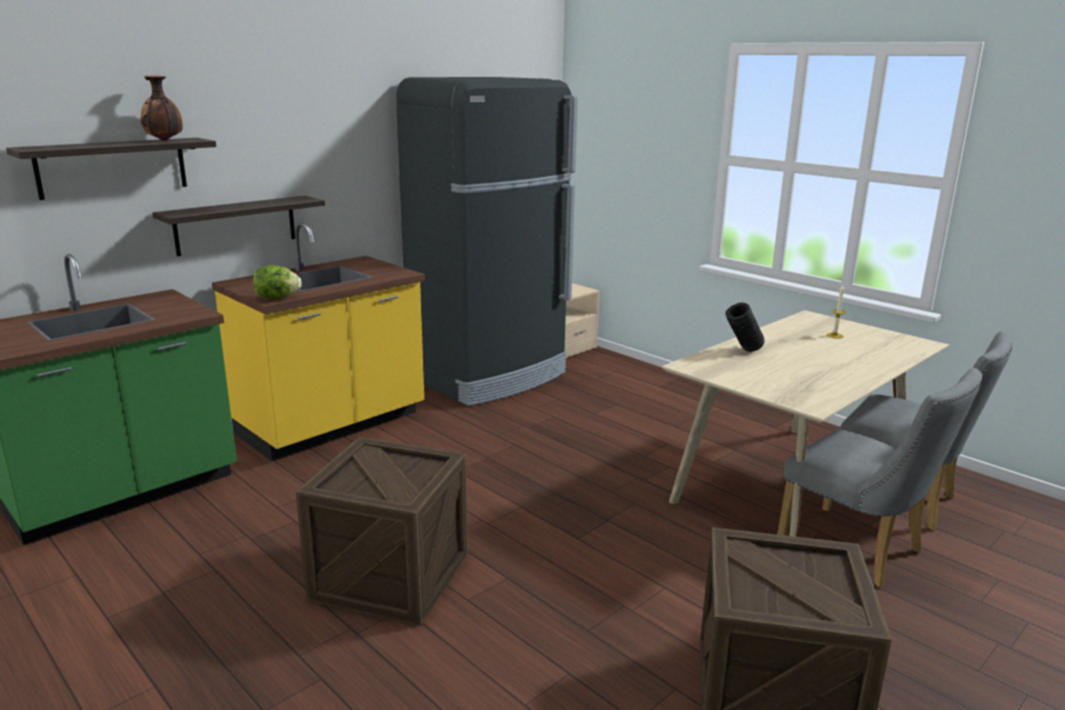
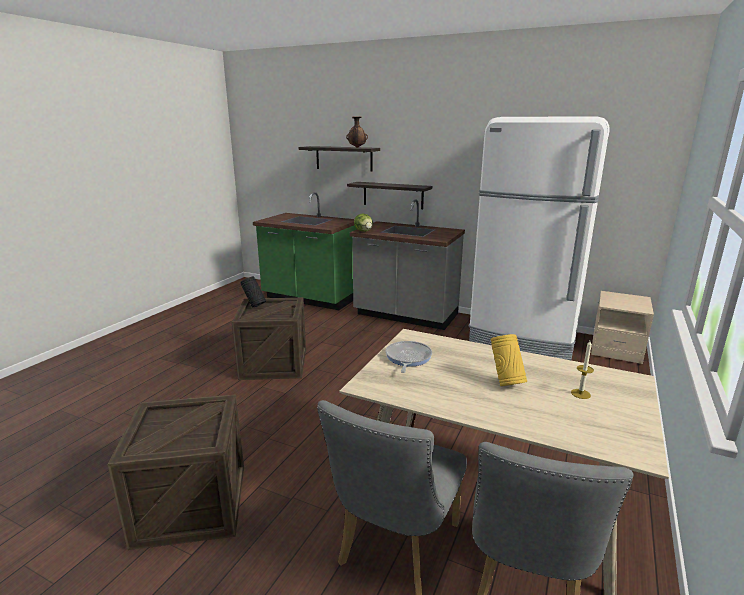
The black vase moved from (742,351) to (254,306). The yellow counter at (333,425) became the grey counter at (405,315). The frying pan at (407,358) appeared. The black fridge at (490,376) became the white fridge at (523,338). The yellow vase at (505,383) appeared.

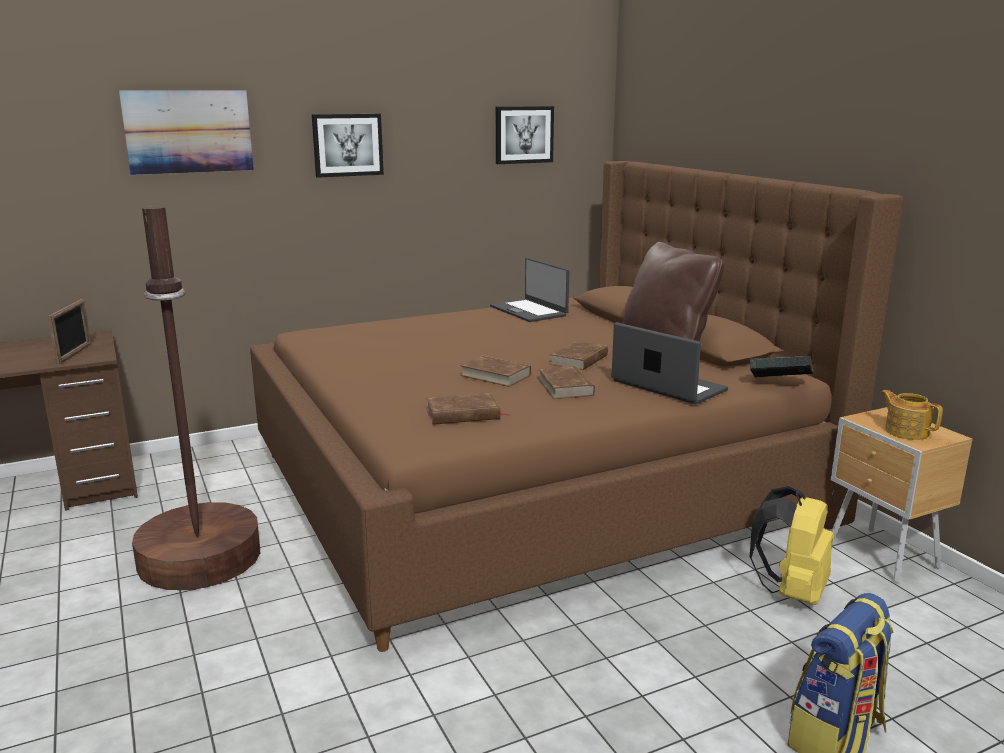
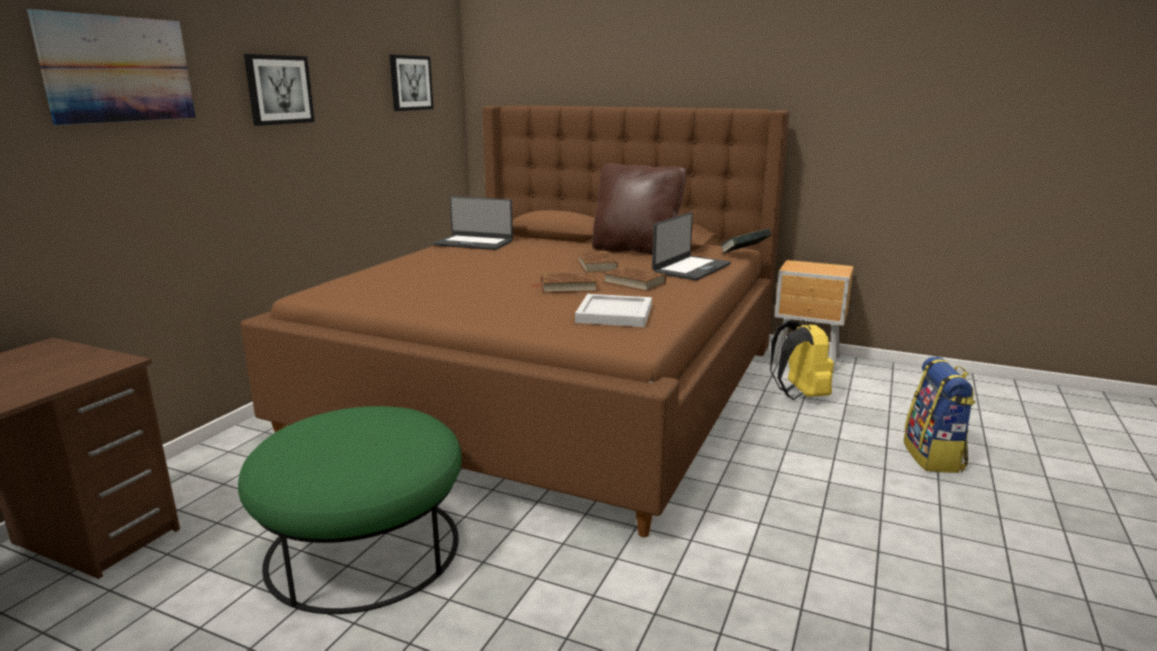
The brown floor lamp at (200,558) was replaced by the green ottoman at (364,548). The brown book at (463,414) was replaced by the white tray at (615,314). The laptop at (667,386) turned 120 degrees clockwise. The picture frame at (74,354) disappeared. The teapot at (906,431) disappeared.

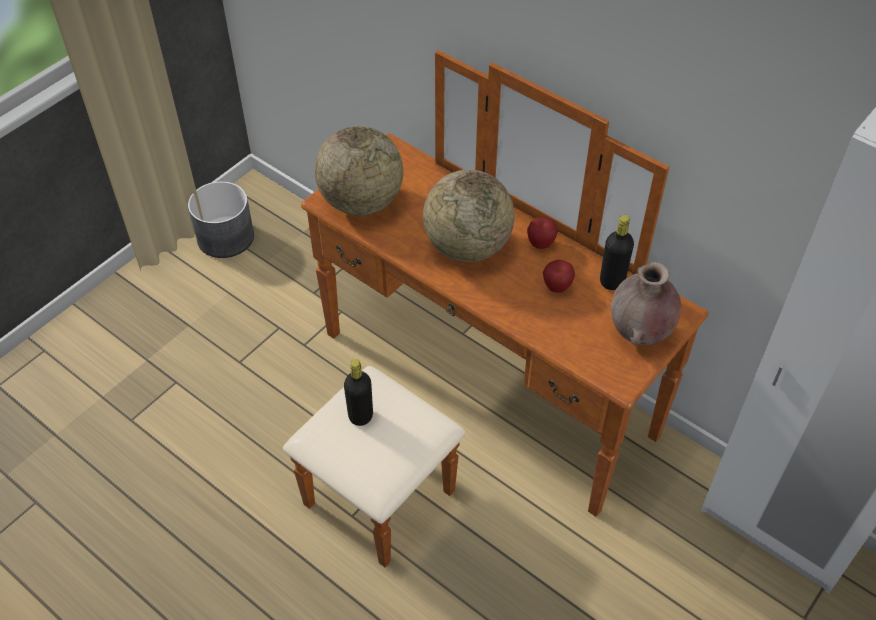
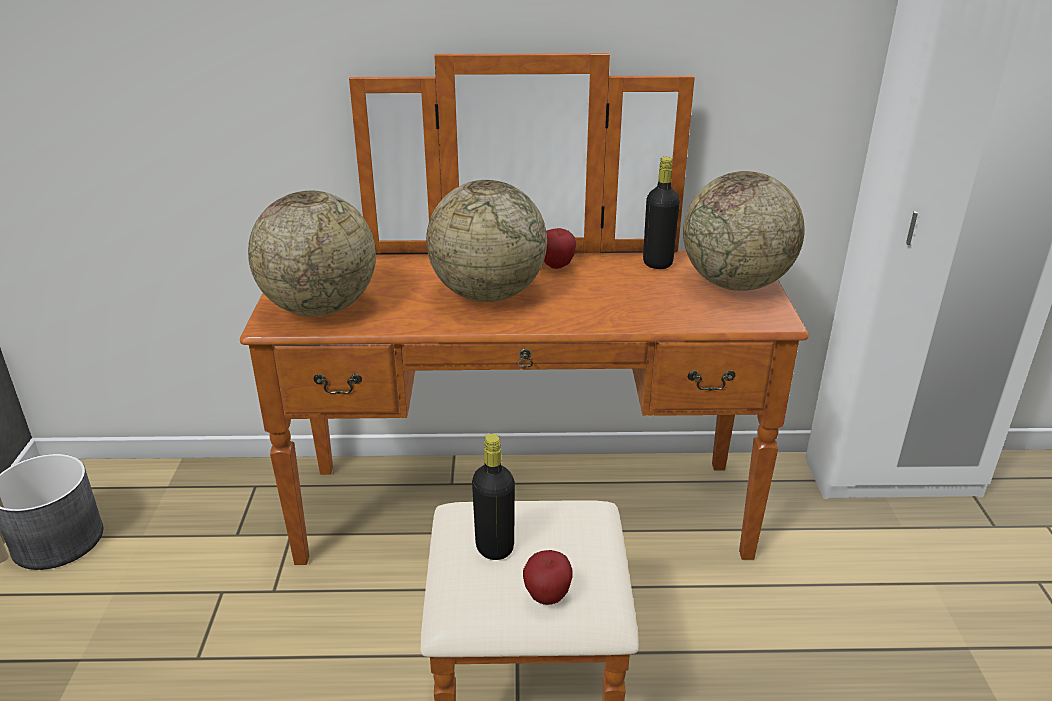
The apple moved from (557,287) to (547,597). The brown vase at (640,334) was replaced by the globe at (736,284).

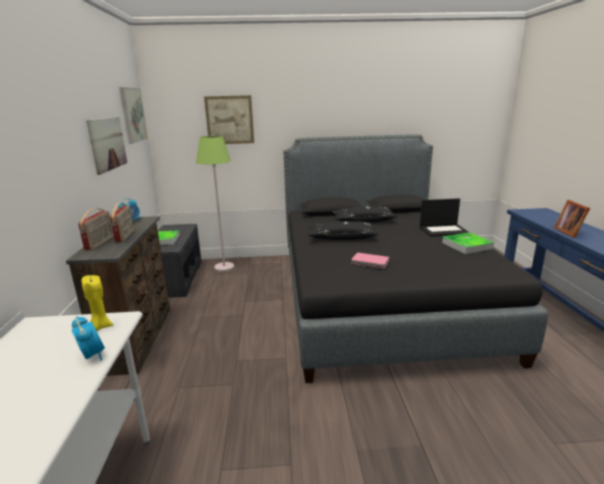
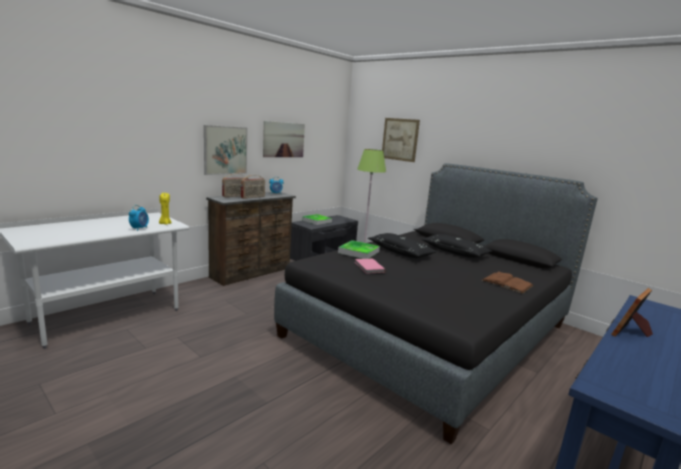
The picture moved from (133,115) to (225,150). The tray moved from (467,245) to (358,252). The laptop at (444,230) was replaced by the brown book at (507,283).

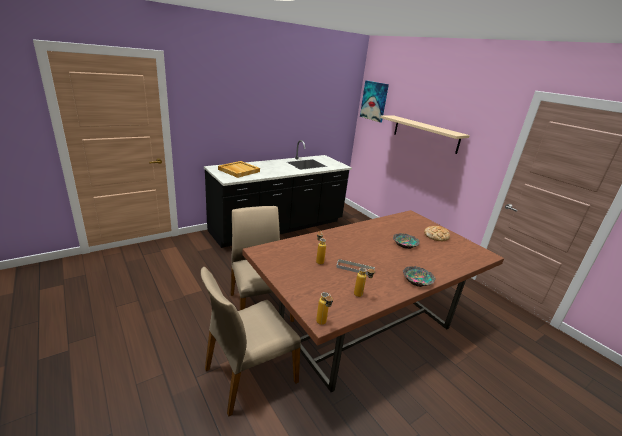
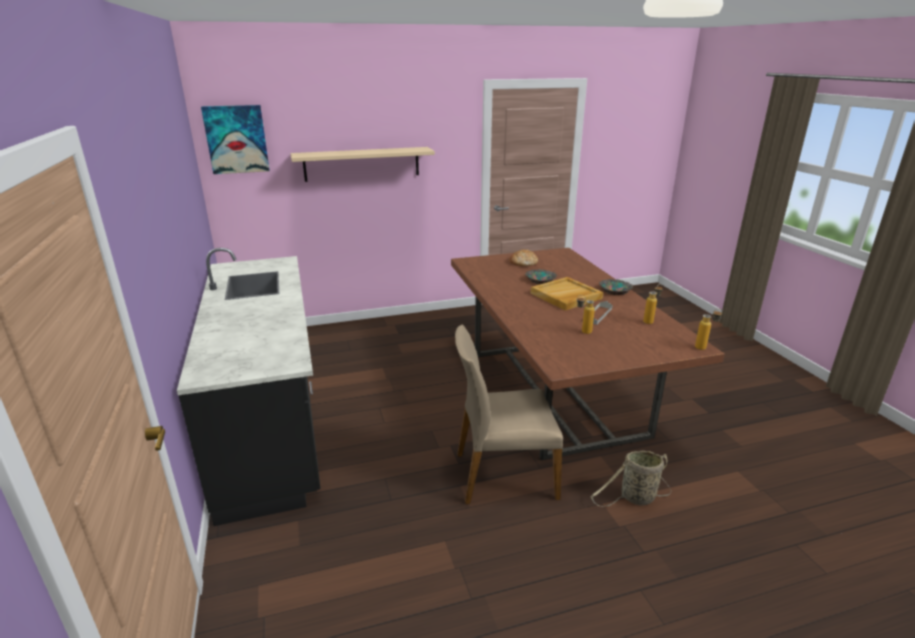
The beige tray moved from (238,170) to (566,296). The beige chair at (249,375) was replaced by the basket at (635,498).

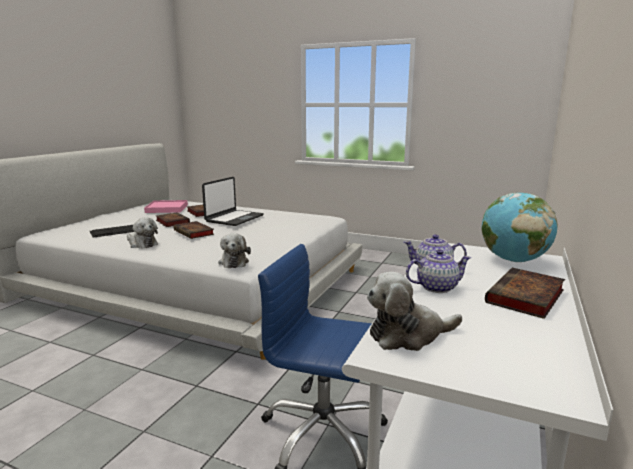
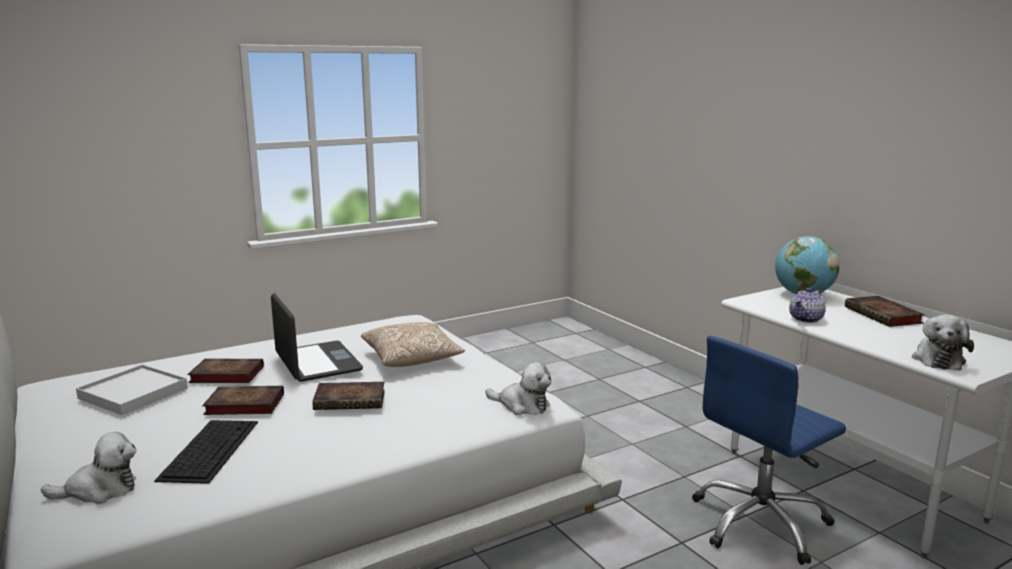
The plush toy moved from (142,244) to (99,490). The pink tray at (167,208) became the white tray at (133,393). The pillow at (412,359) appeared. The teapot at (436,287) disappeared.

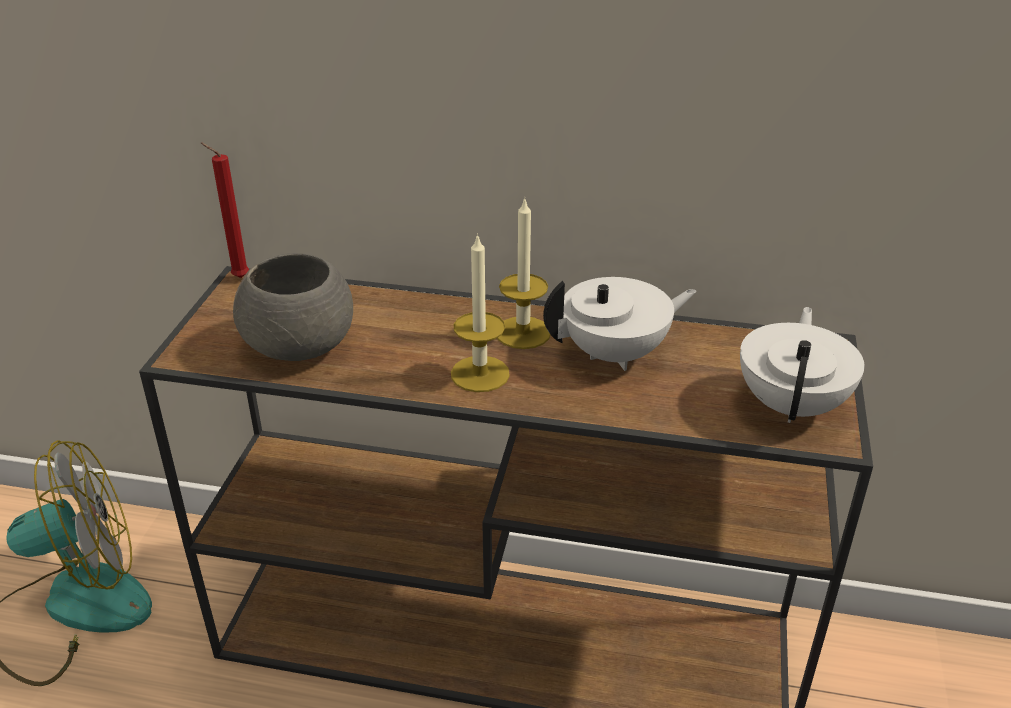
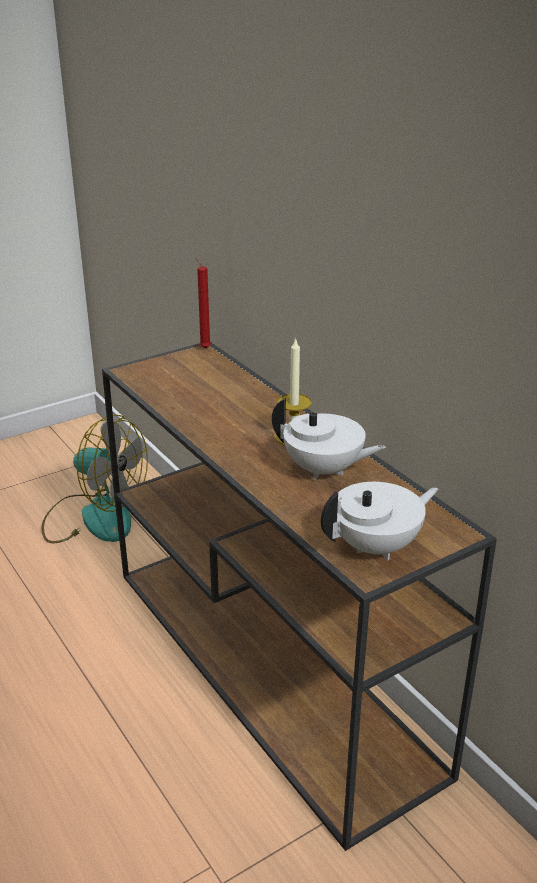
The grey bowl at (300,346) disappeared. The candle at (480,374) disappeared.

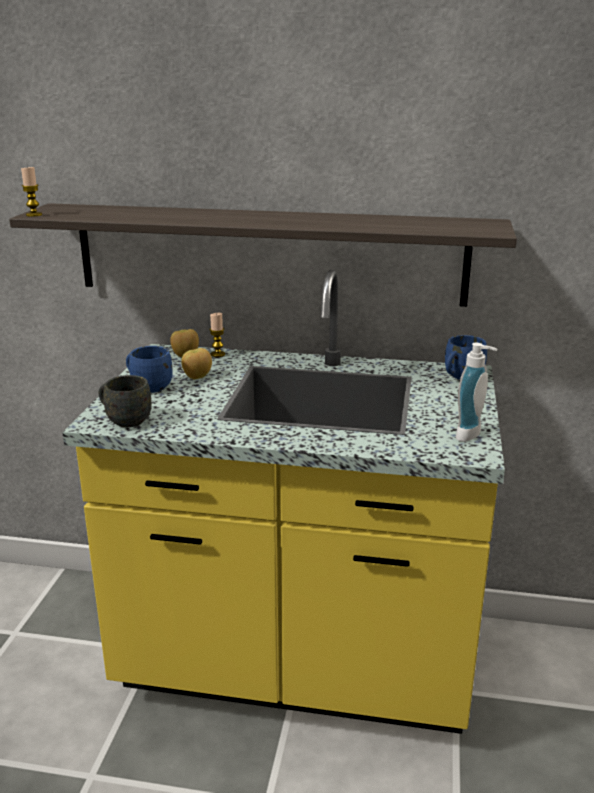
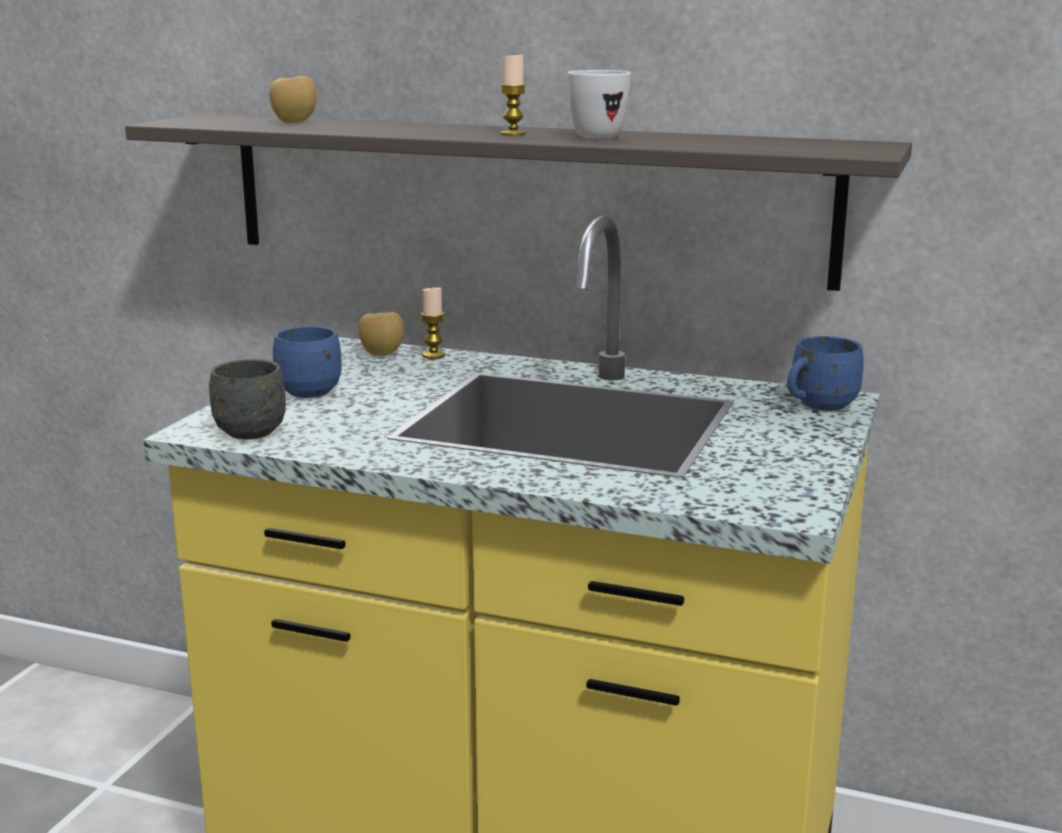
The apple moved from (197,377) to (294,123). The candle moved from (34,215) to (513,134). The white mug at (592,136) appeared. The soap dispenser at (472,435) disappeared.

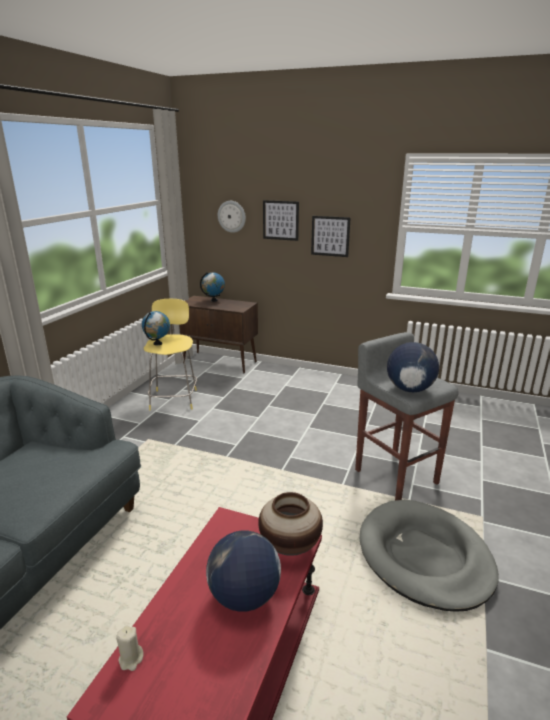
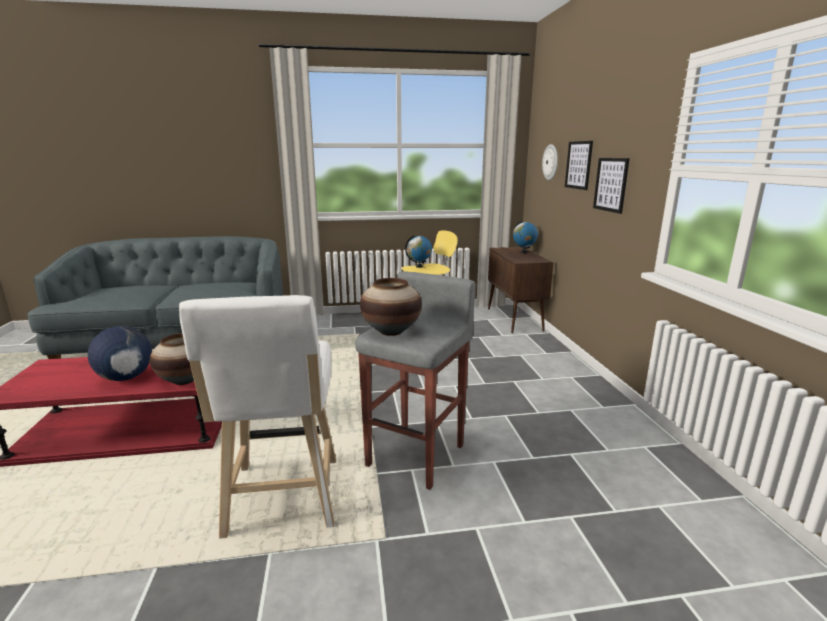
The grey dog bed at (424,557) was replaced by the white stool at (282,501). The globe at (409,389) was replaced by the vase at (391,331). The beige candle at (131,659) disappeared.

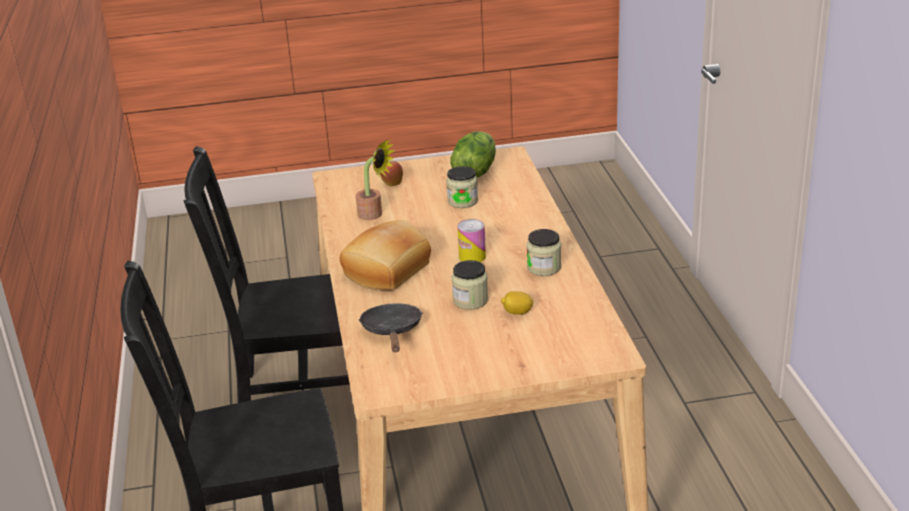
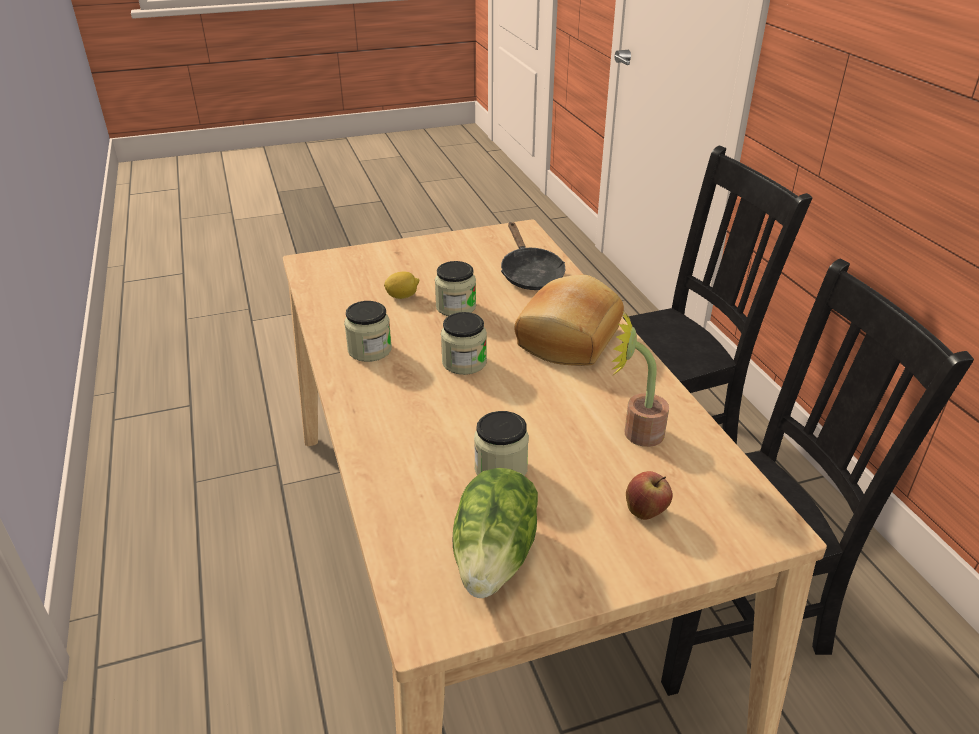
The can at (472,257) was replaced by the jar at (464,362).

